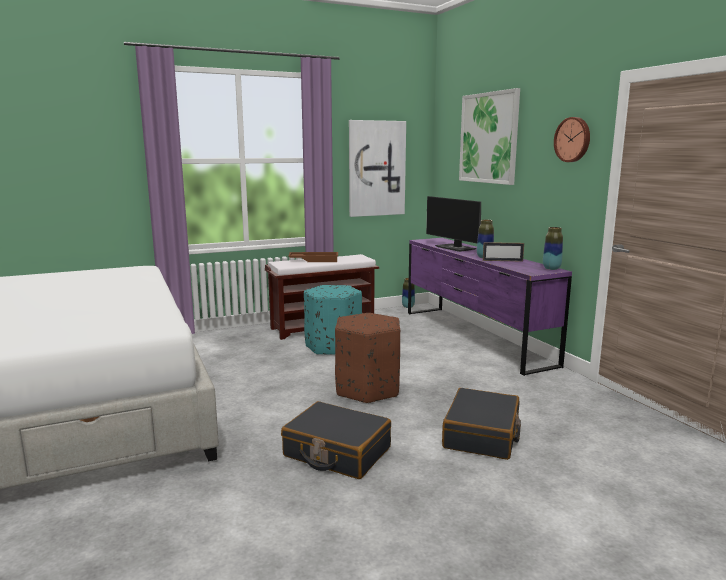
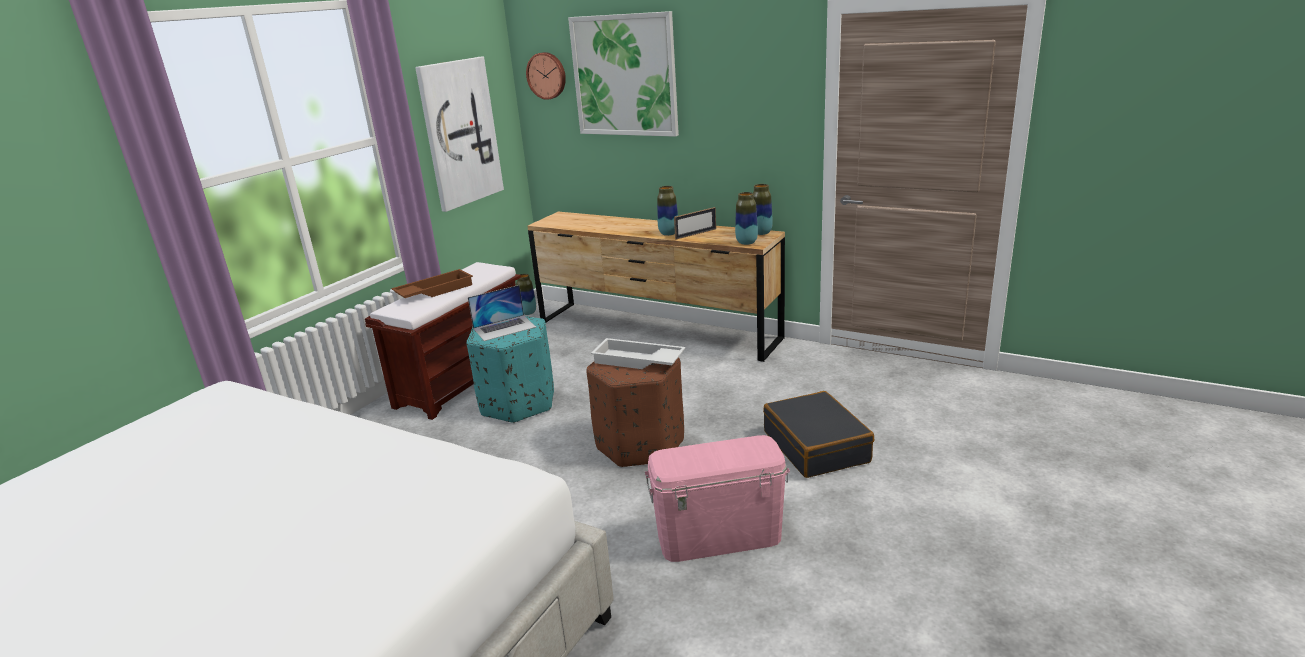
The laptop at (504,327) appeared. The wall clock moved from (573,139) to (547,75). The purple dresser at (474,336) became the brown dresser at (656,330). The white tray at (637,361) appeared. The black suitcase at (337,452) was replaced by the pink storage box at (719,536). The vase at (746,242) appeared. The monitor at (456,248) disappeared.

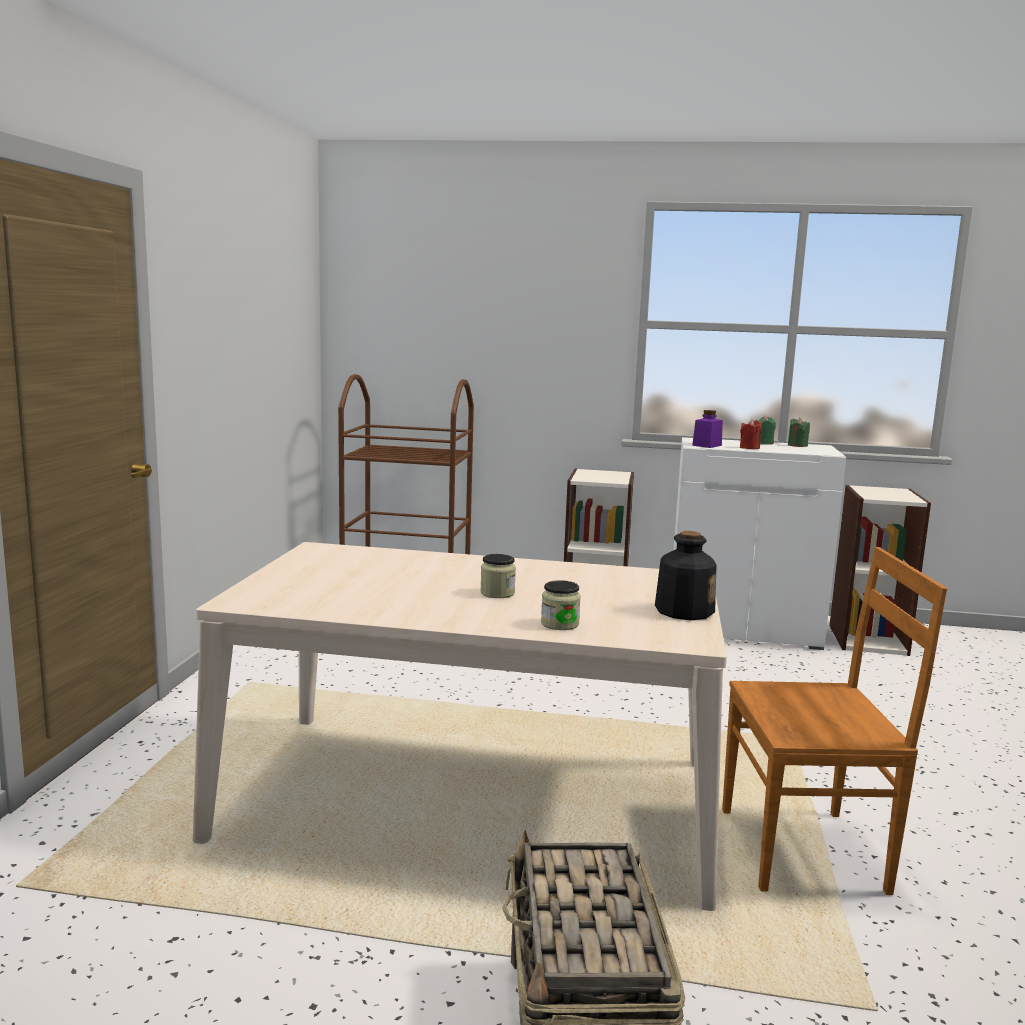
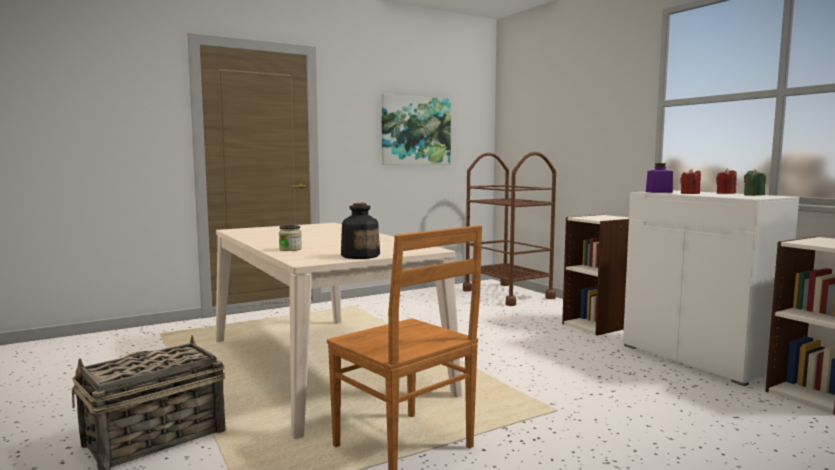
The picture at (415,131) appeared. The green candle at (763,443) became the red candle at (725,193). The jar at (497,593) disappeared.

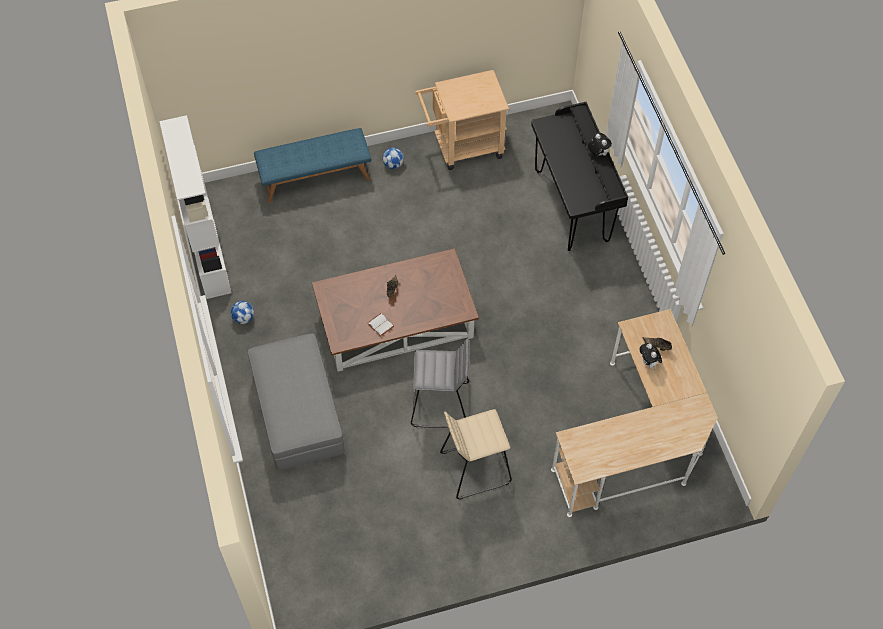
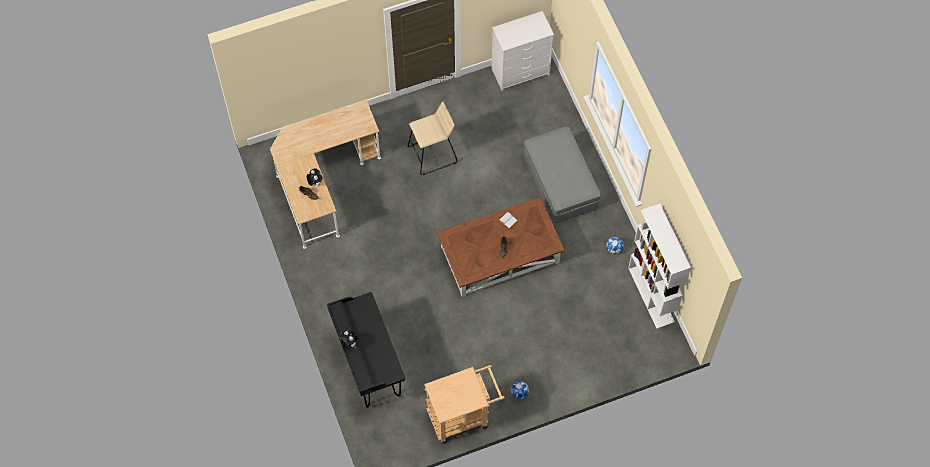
The white dresser at (521,71) appeared. The blue bench at (315,177) disappeared. The grey stool at (441,405) disappeared.

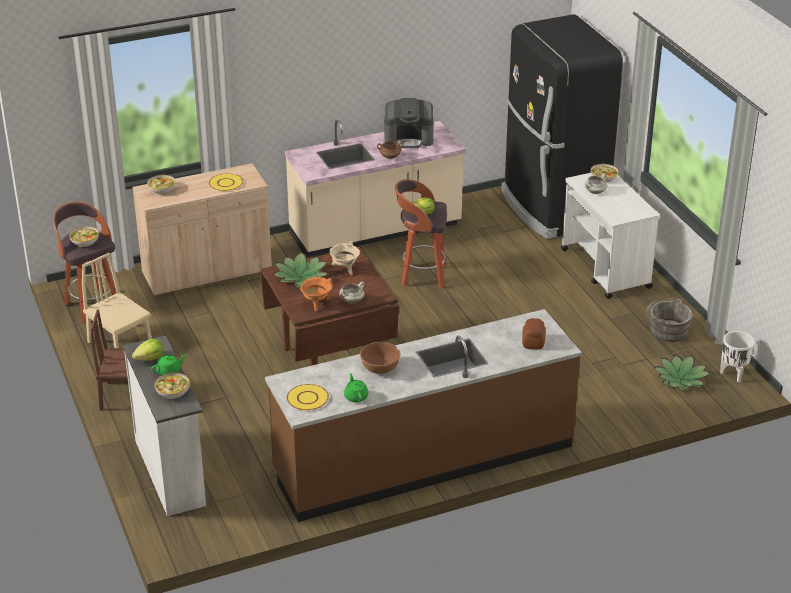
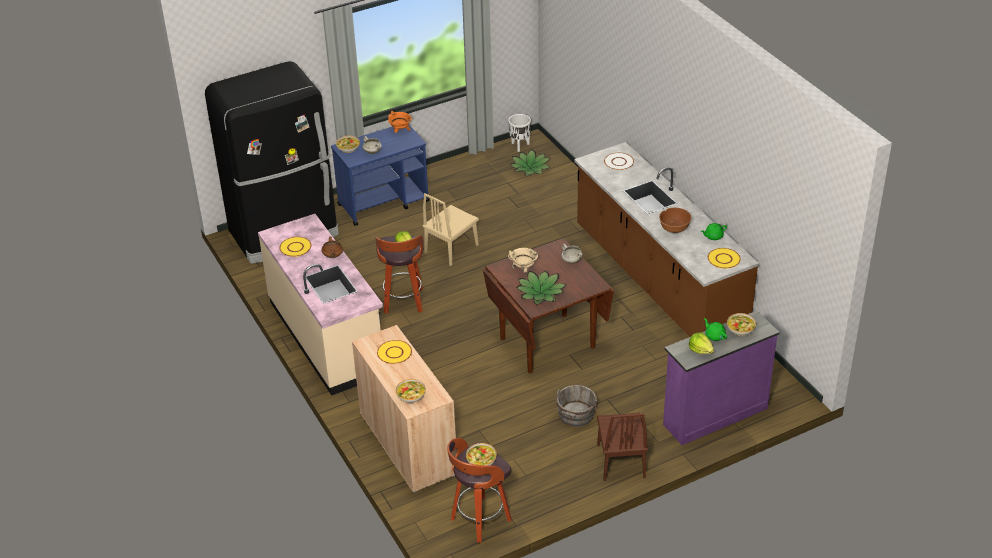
The coffee machine at (409,138) was replaced by the yellow plate at (295,247). The white cart at (605,269) became the blue cart at (384,203). The orange cooking pot moved from (316,304) to (400,131). The beige chair moved from (120,344) to (451,248). The grey bucket moved from (666,330) to (575,416). The bread at (533,342) was replaced by the white plate at (619,162). The white dresser at (171,471) became the purple dresser at (713,415).

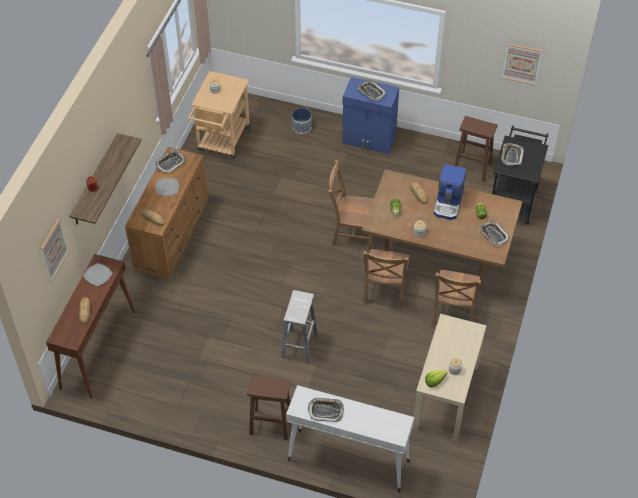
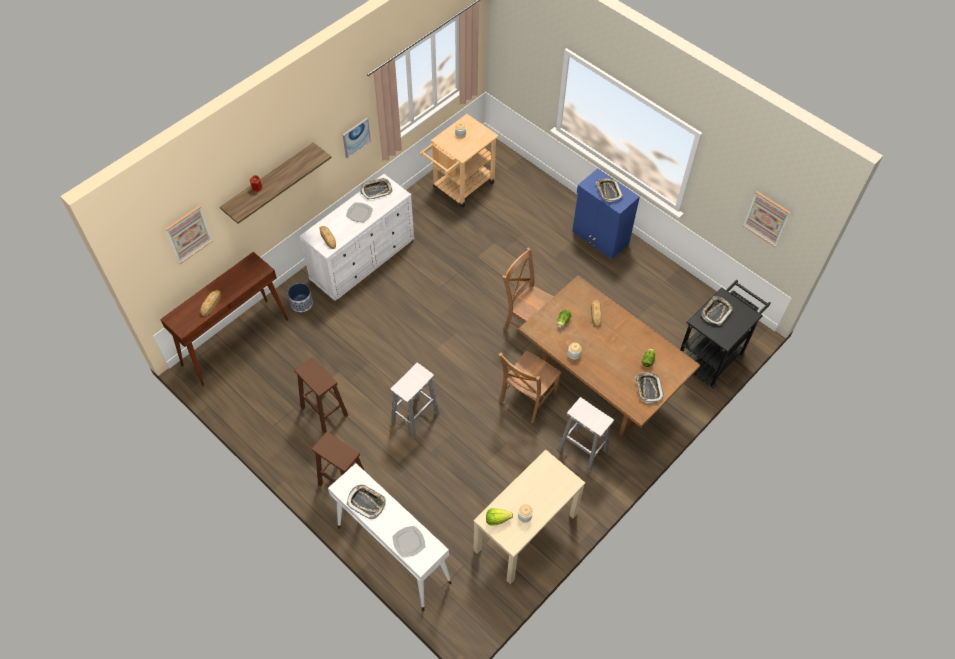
The planter moved from (302,127) to (302,303). The brown stool moved from (471,168) to (323,411). The brown dresser at (172,235) became the white dresser at (363,259). The picture at (356,137) appeared. The plate moved from (98,275) to (408,542). The brown chair at (453,314) was replaced by the white stool at (582,449). The coffee machine at (448,203) disappeared.

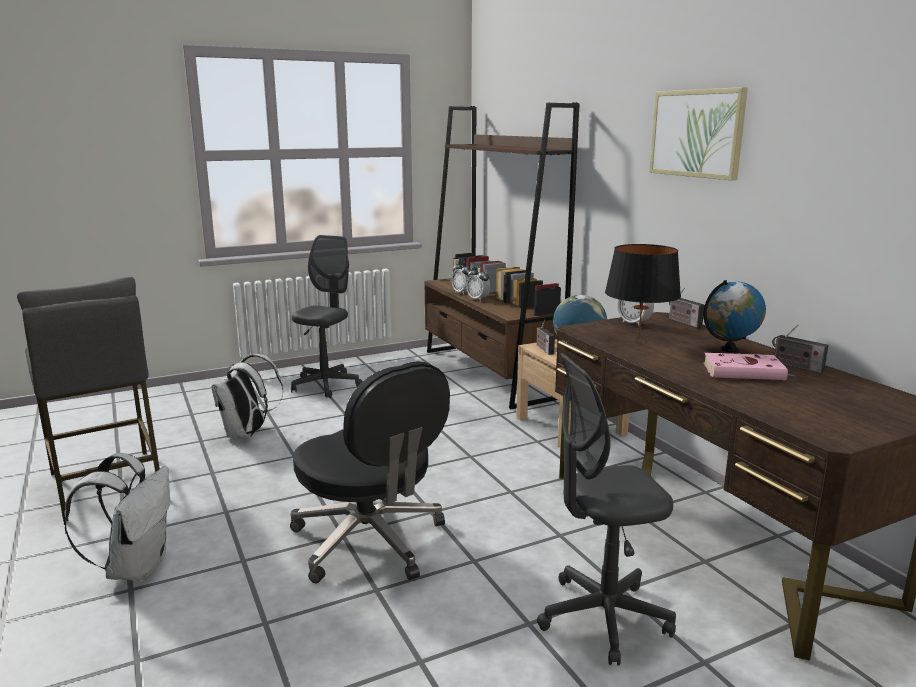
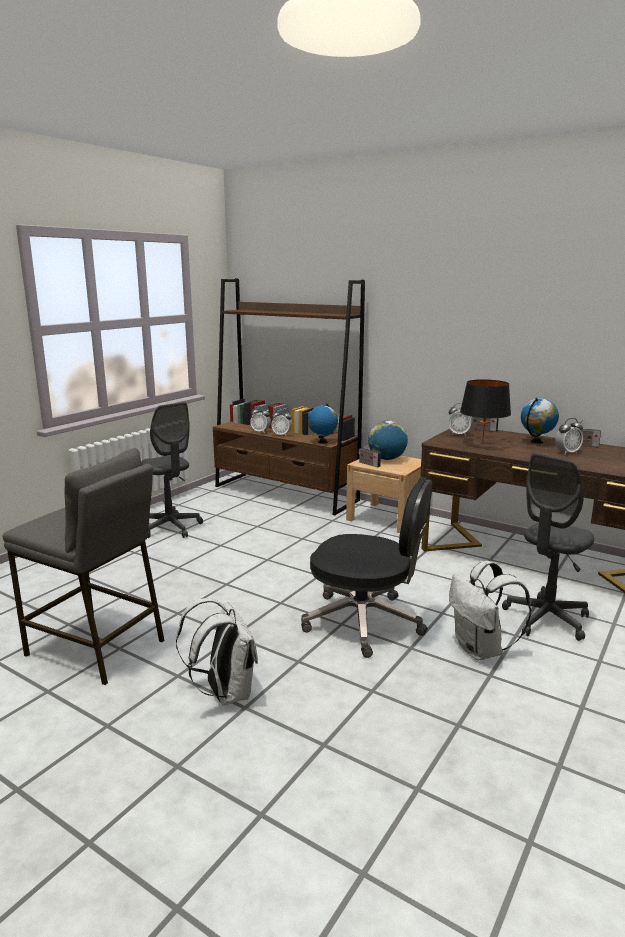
The grey office chair at (326,385) turned 150 degrees clockwise. The globe at (322,442) appeared. The white backpack moved from (247,434) to (481,650). The pink book at (745,372) was replaced by the alarm clock at (567,452). The picture at (696,133) disappeared.

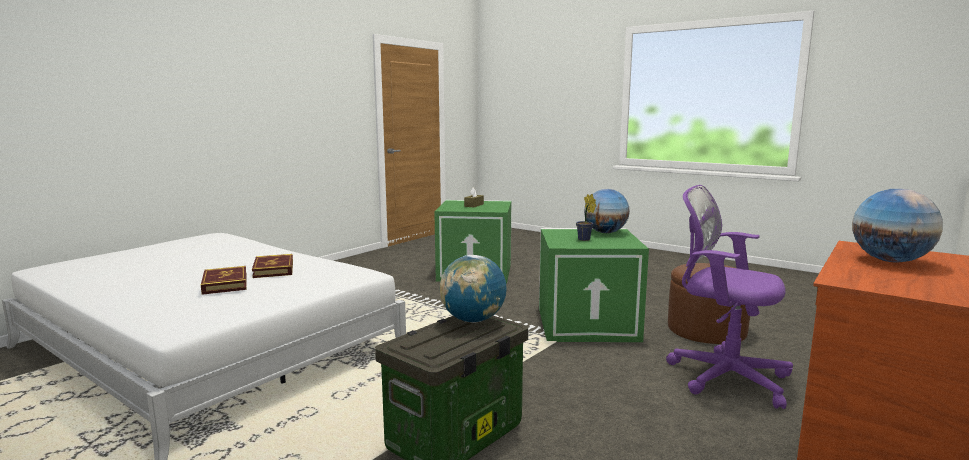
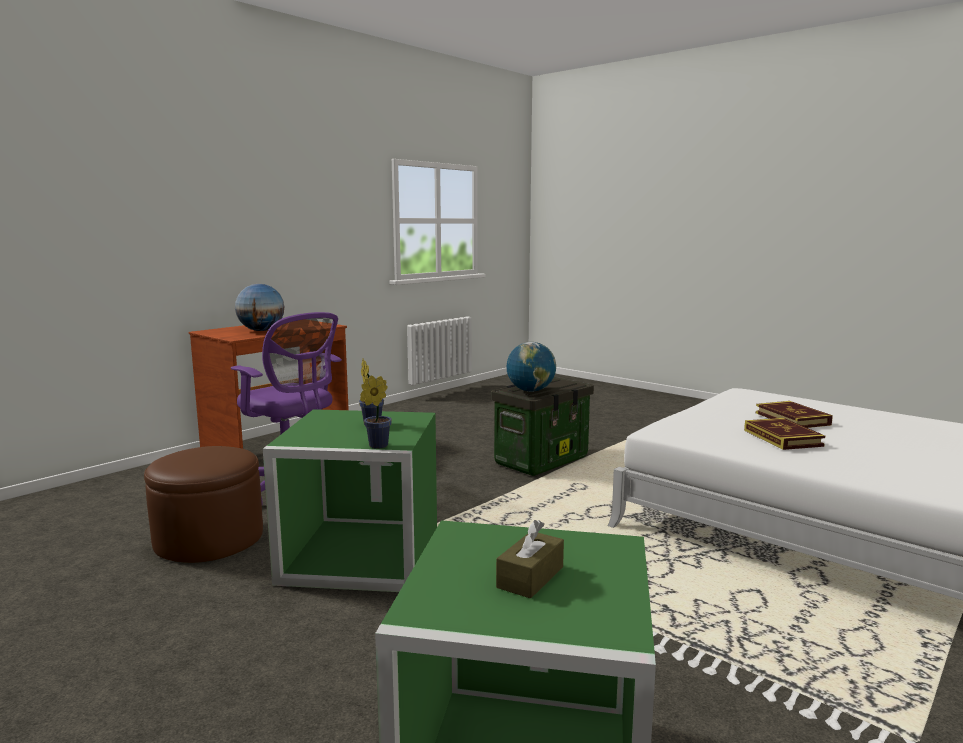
The potted plant at (376,446) appeared. The globe at (605,232) disappeared.

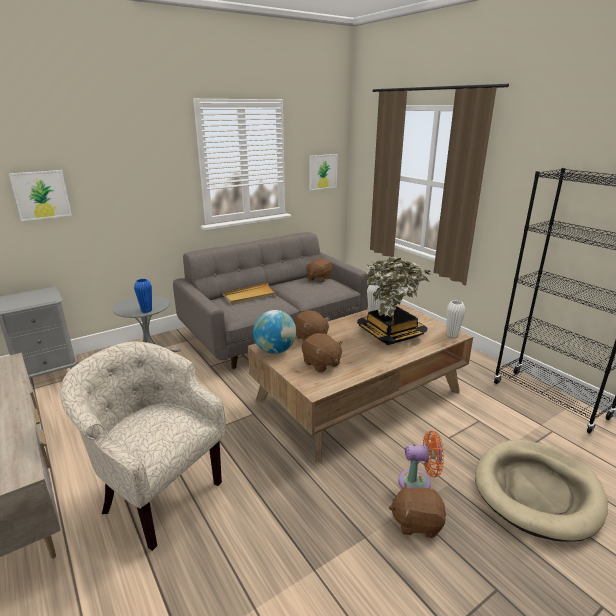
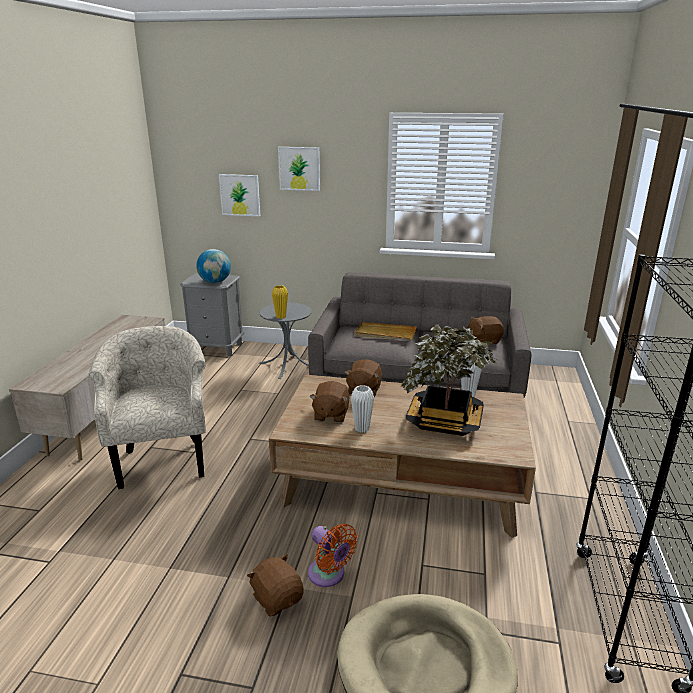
The globe moved from (275,350) to (215,282). The blue vase at (146,310) became the yellow vase at (281,317). The picture moved from (322,171) to (299,168). The white vase moved from (452,335) to (362,428).

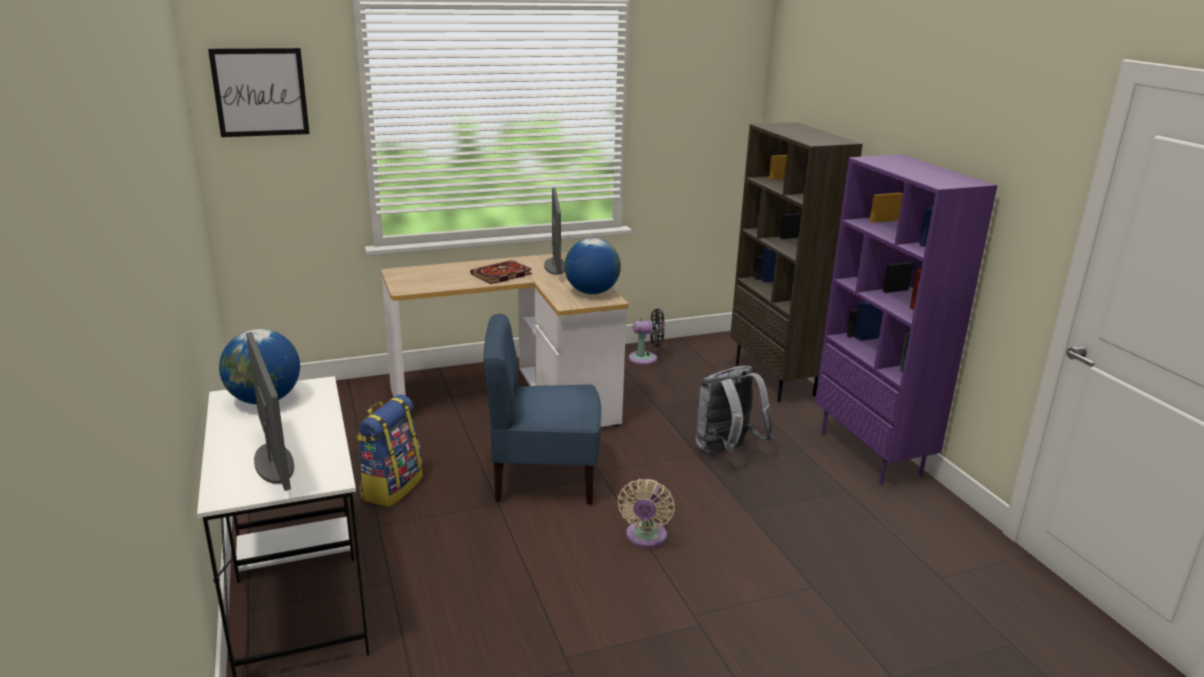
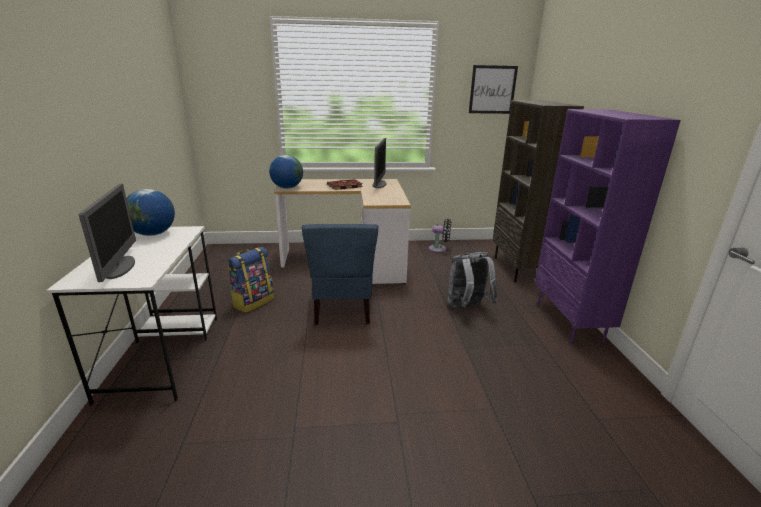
The globe moved from (591,292) to (287,187). The blue chair at (543,479) turned 105 degrees counterclockwise. The picture moved from (260,92) to (492,89). The beige fan at (645,538) disappeared.

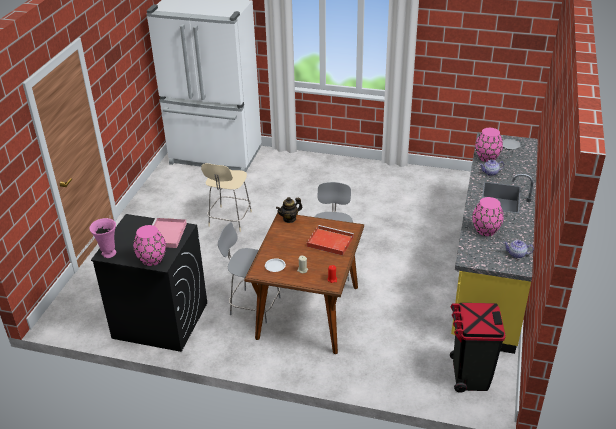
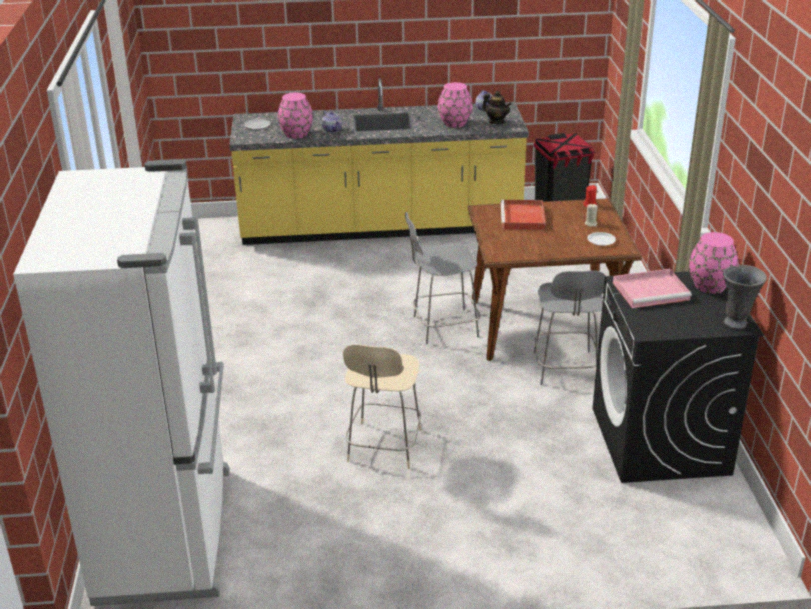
The beige chair at (229,220) turned 105 degrees clockwise. The teapot moved from (289,219) to (496,121). The pink vase at (108,254) became the grey vase at (736,323).

